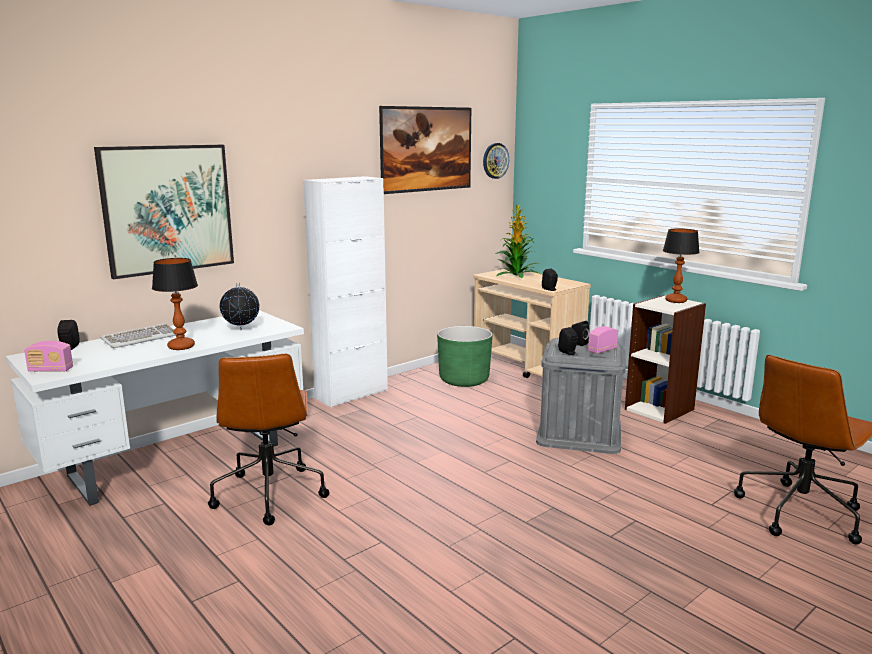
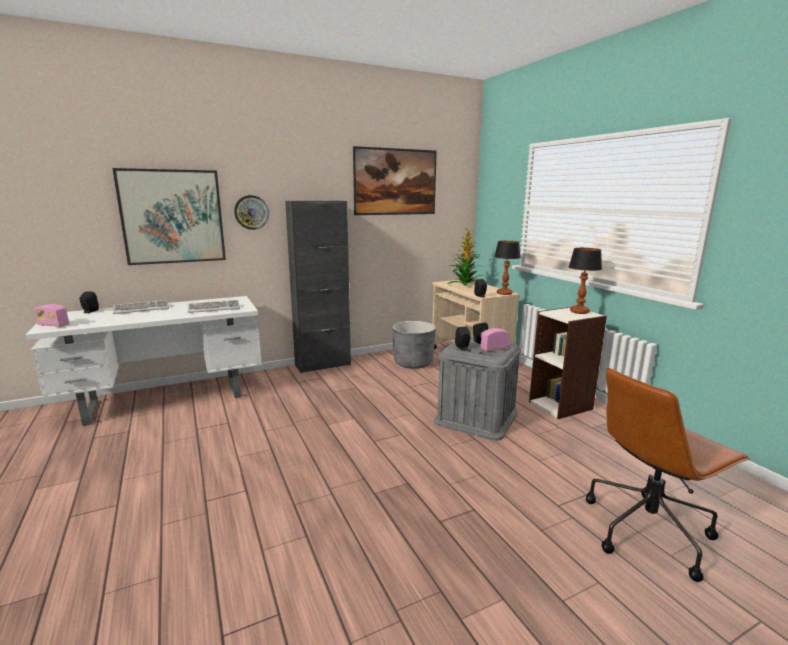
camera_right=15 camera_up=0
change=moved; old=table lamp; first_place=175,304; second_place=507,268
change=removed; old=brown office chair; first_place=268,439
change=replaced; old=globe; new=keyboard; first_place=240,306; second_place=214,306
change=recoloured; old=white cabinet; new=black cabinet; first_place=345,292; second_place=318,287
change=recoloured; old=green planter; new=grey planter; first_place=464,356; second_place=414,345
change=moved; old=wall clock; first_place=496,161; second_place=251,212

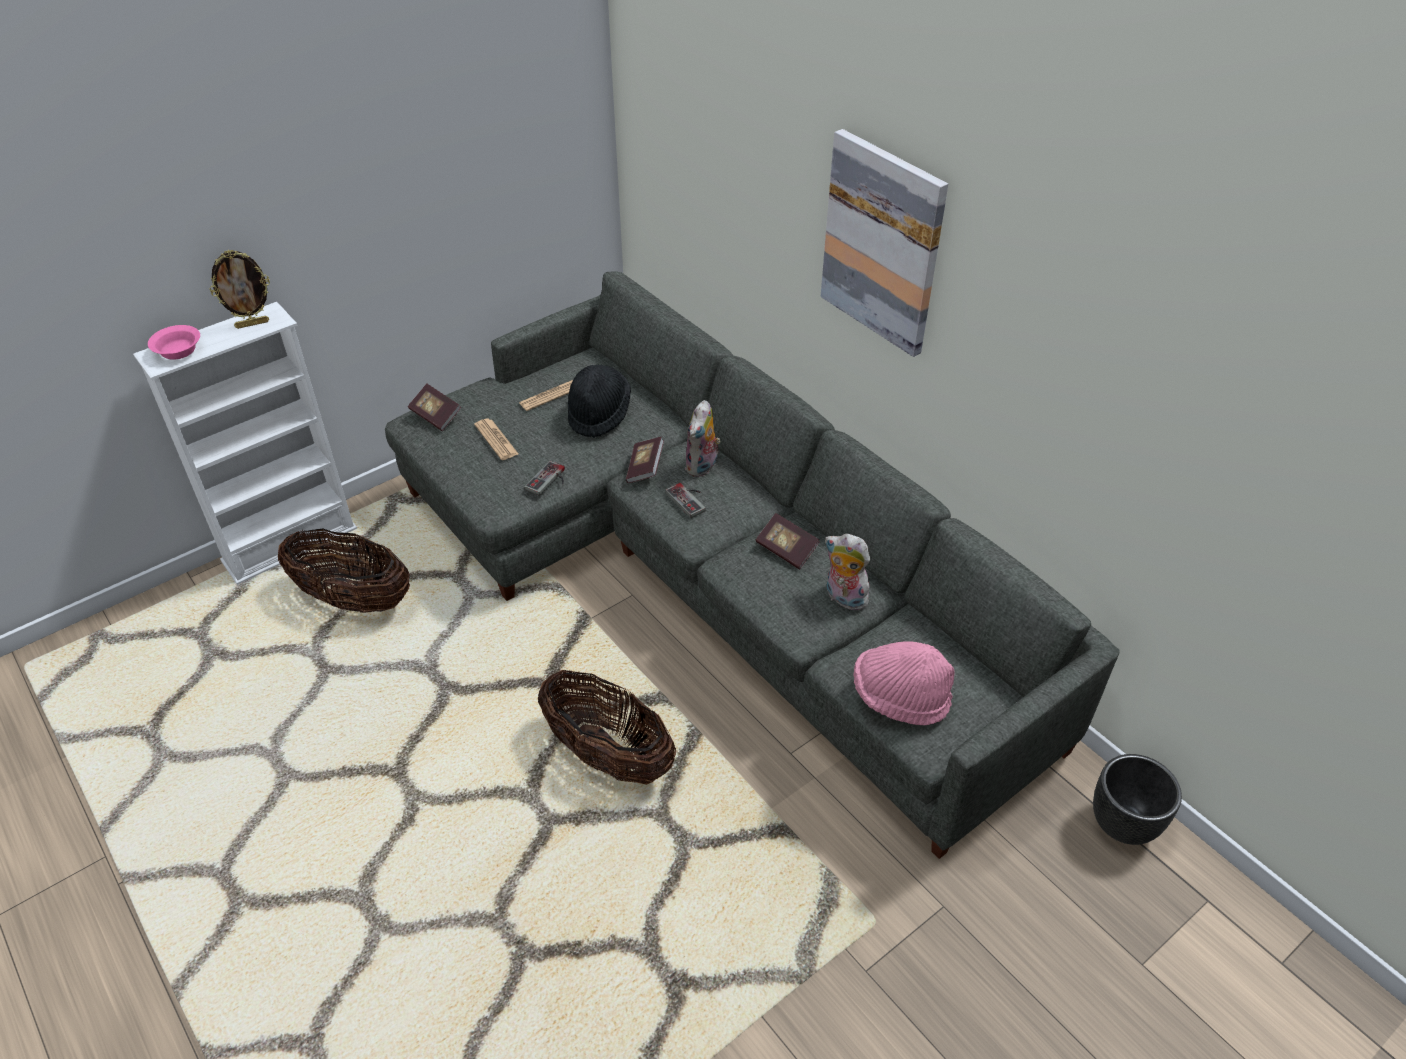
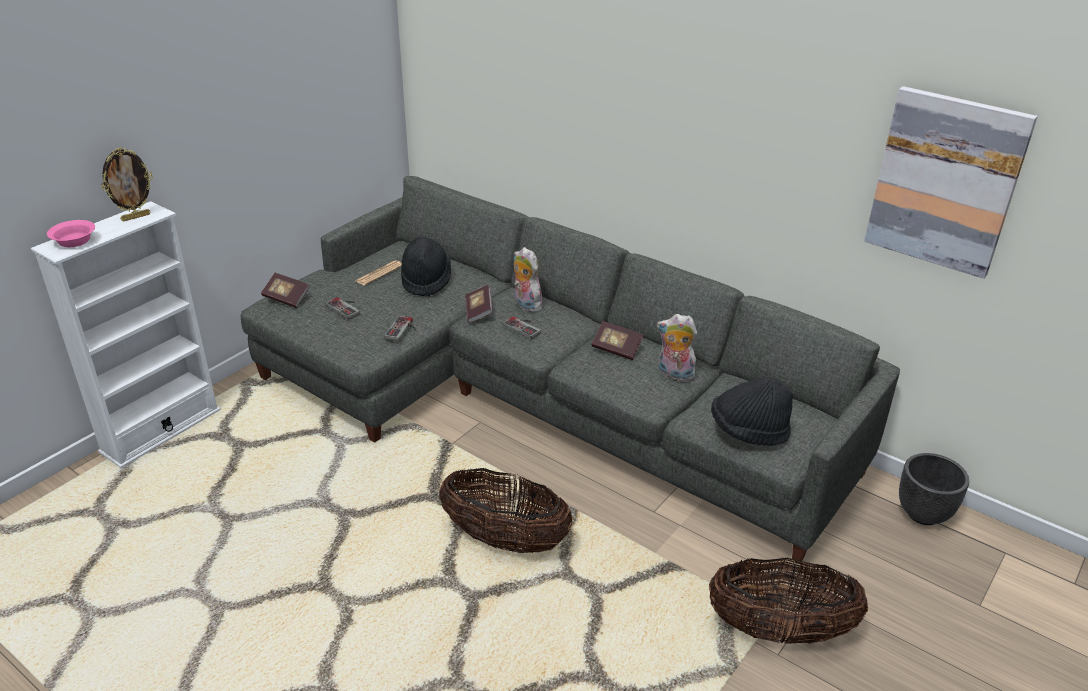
camera_right=-15 camera_up=-10
change=moved; old=basket; first_place=344,570; second_place=788,601
change=replaced; old=newspaper; new=game controller; first_place=496,439; second_place=343,308
change=turned; old=plush toy; first_place=703,438; second_place=527,280; degrees=135
change=moved; old=picture; first_place=884,243; second_place=951,182
change=recoloured; old=pink hat; new=black hat; first_place=904,683; second_place=752,411

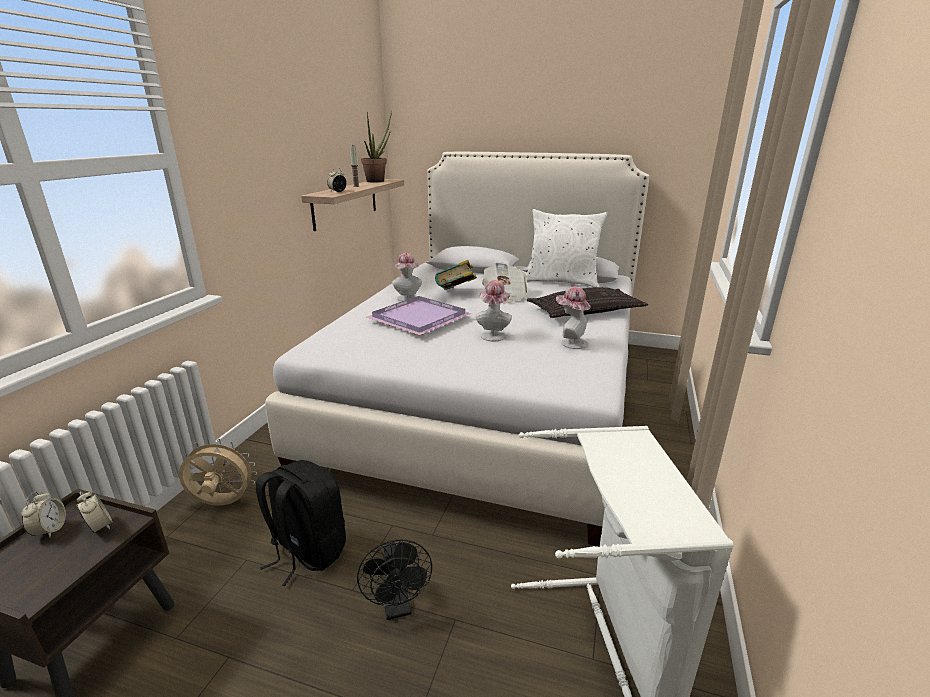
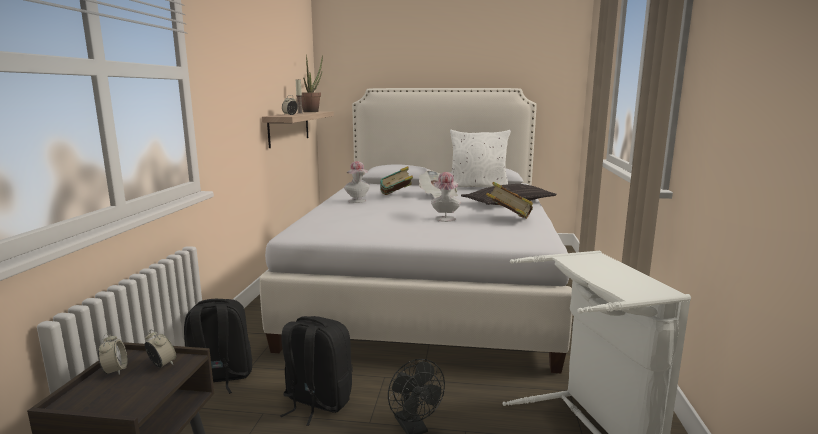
camera_right=-10 camera_up=-10
change=replaced; old=beige fan; new=black backpack; first_place=218,472; second_place=218,346
change=removed; old=purple tray; first_place=419,315
change=replaced; old=hat; new=book; first_place=573,318; second_place=509,200

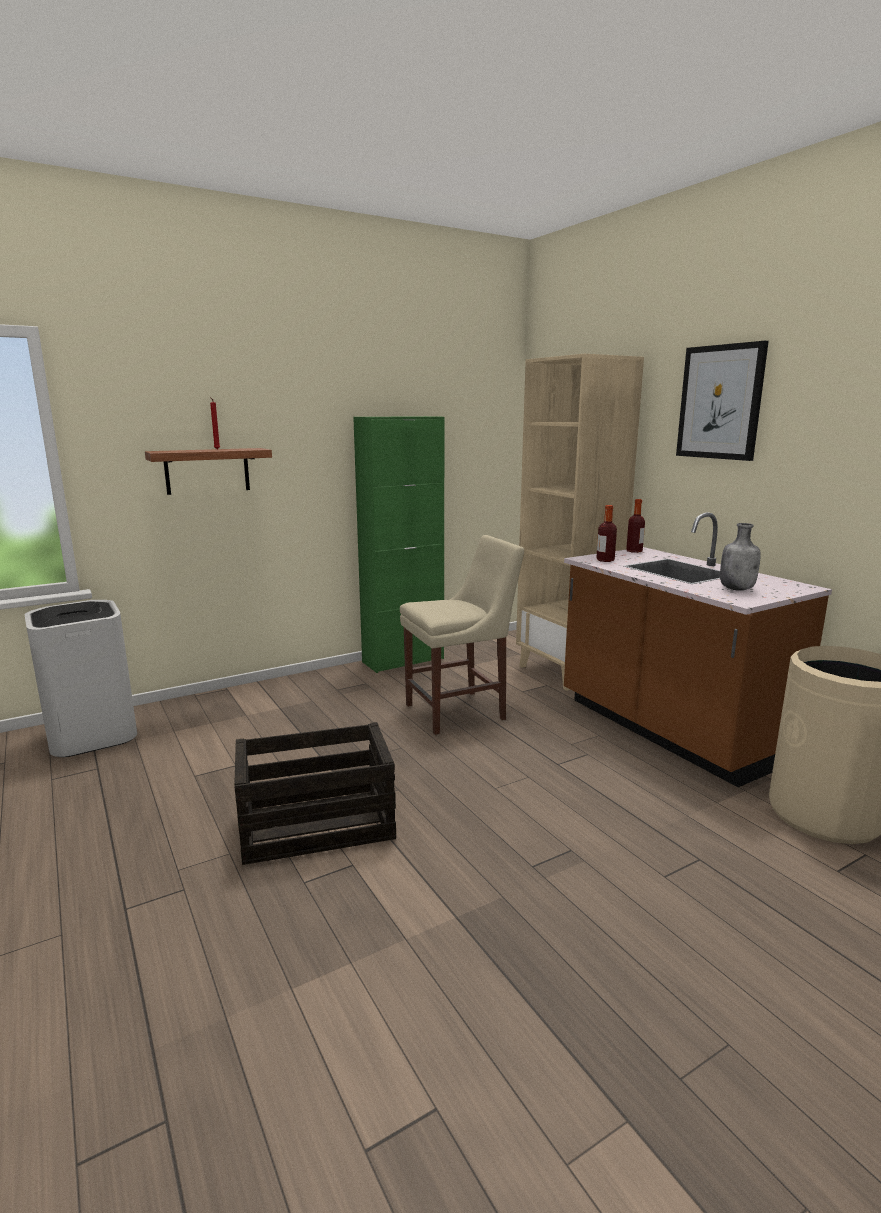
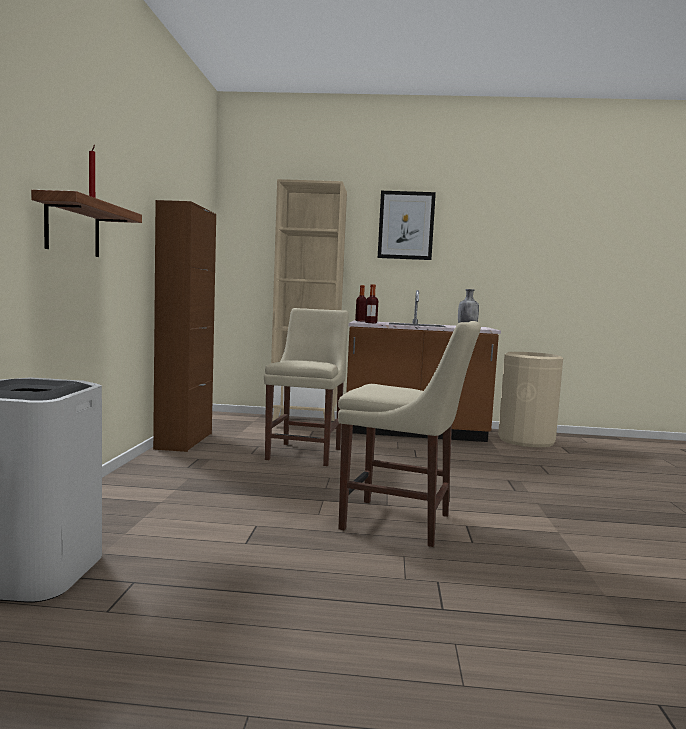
camera_right=-55 camera_up=-10
change=replaced; old=crate; new=beige chair; first_place=315,793; second_place=409,434
change=recoloured; old=green cabinet; new=brown cabinet; first_place=398,544; second_place=184,326

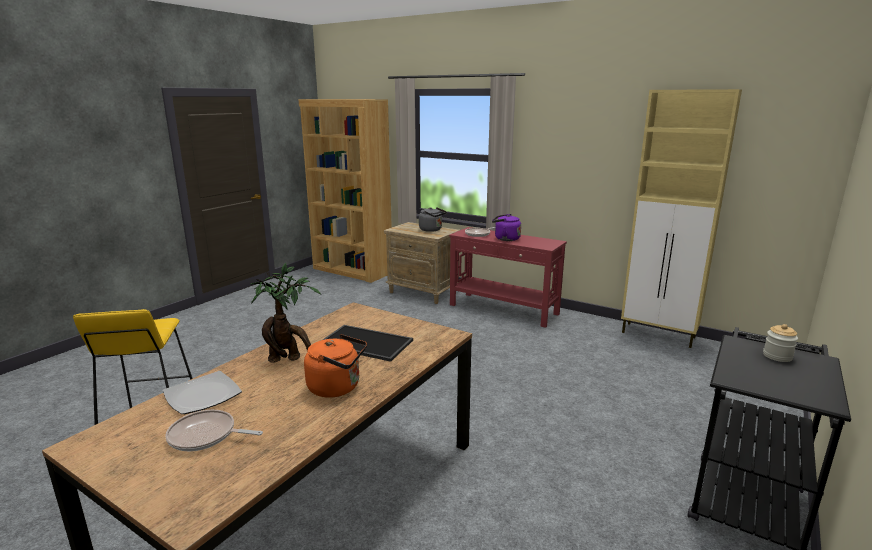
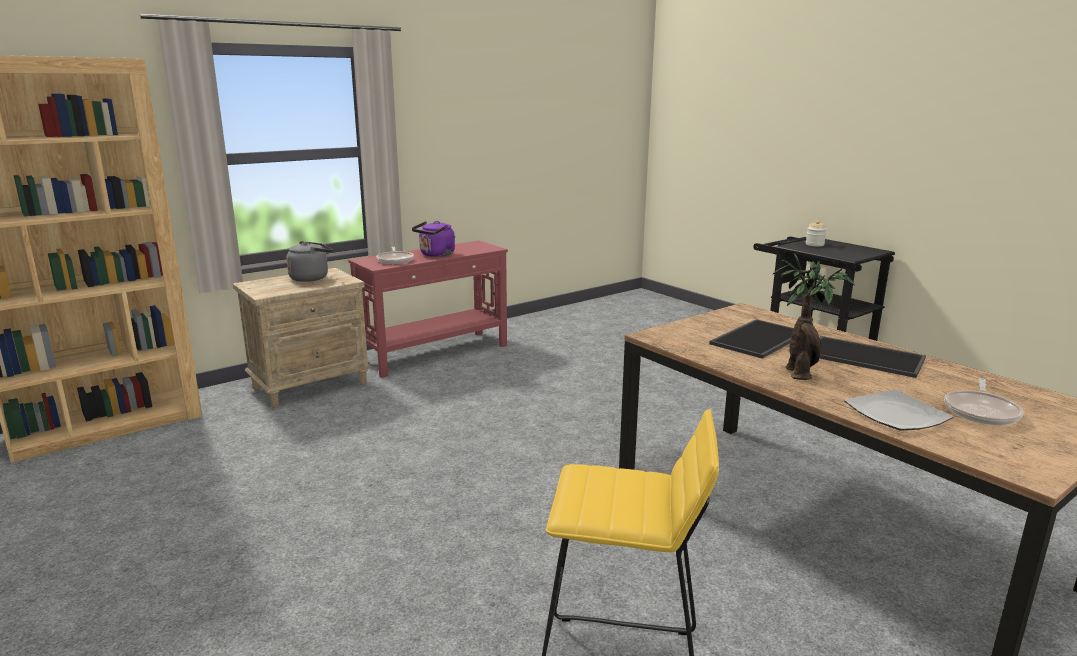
camera_right=-70 camera_up=0
change=replaced; old=orange kettle; new=tray; first_place=335,366; second_place=872,357
change=removed; old=beige cabinet; first_place=681,218

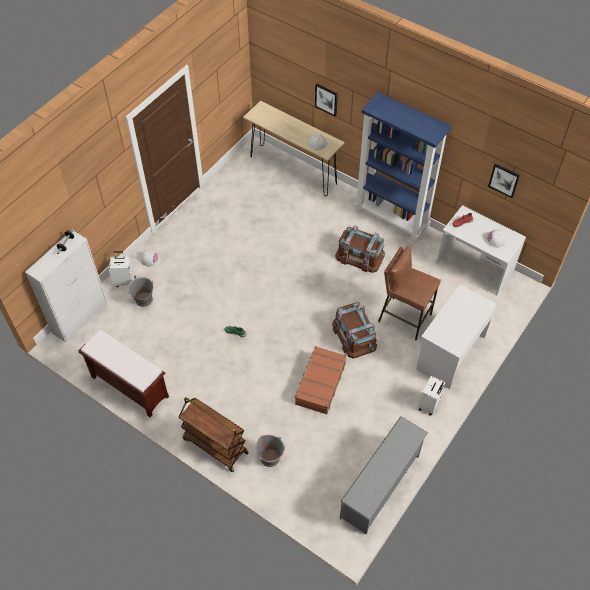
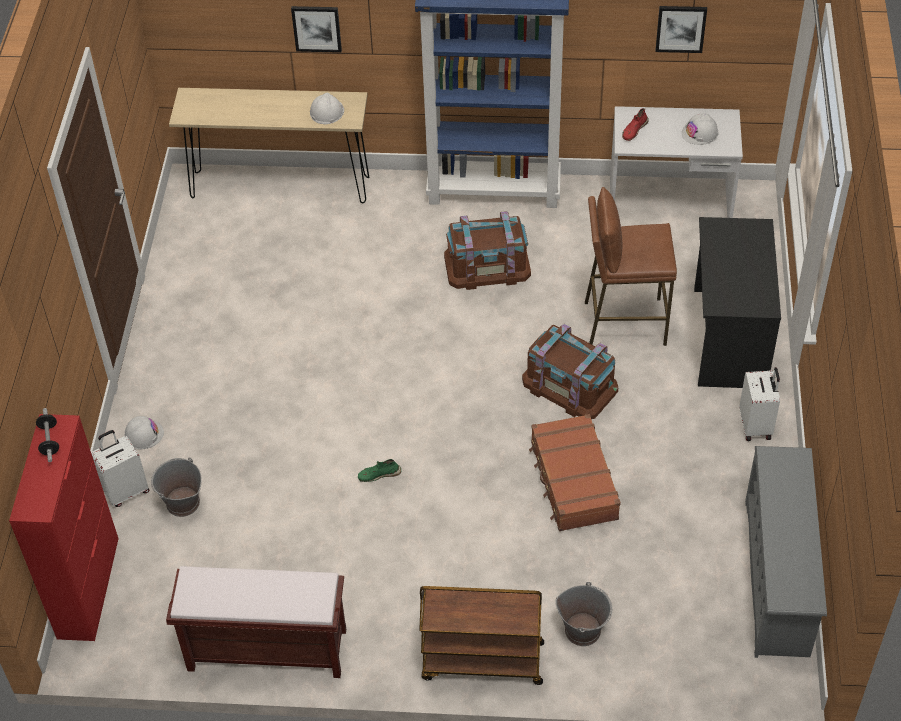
camera_right=-30 camera_up=-5
change=recoloured; old=white cabinet; new=red cabinet; first_place=66,286; second_place=63,527
change=recoloured; old=white desk; new=black desk; first_place=456,336; second_place=737,302

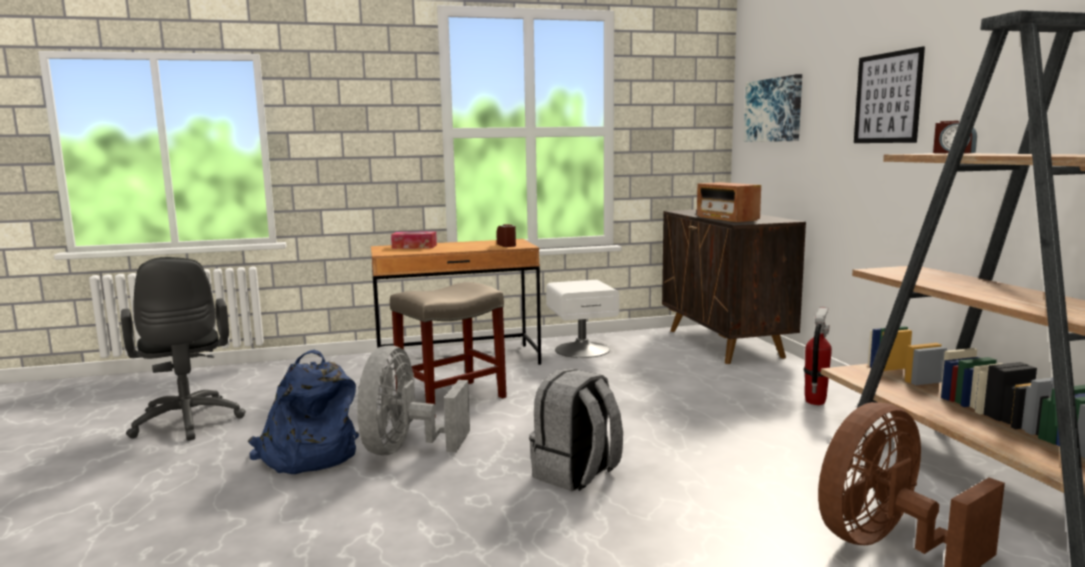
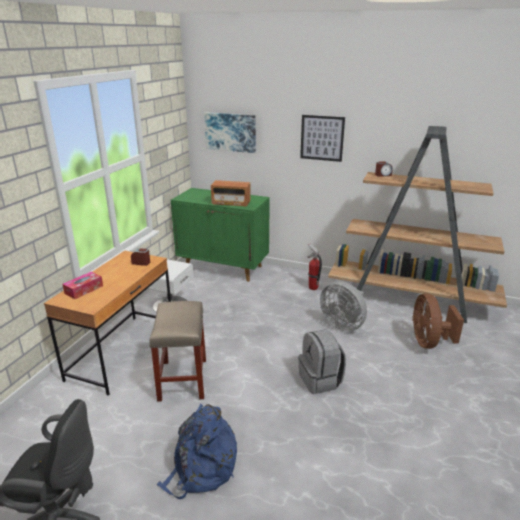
camera_right=-55 camera_up=15
change=moved; old=grey fan; first_place=413,400; second_place=343,306
change=recoloured; old=brown cabinet; new=green cabinet; first_place=734,287; second_place=220,235

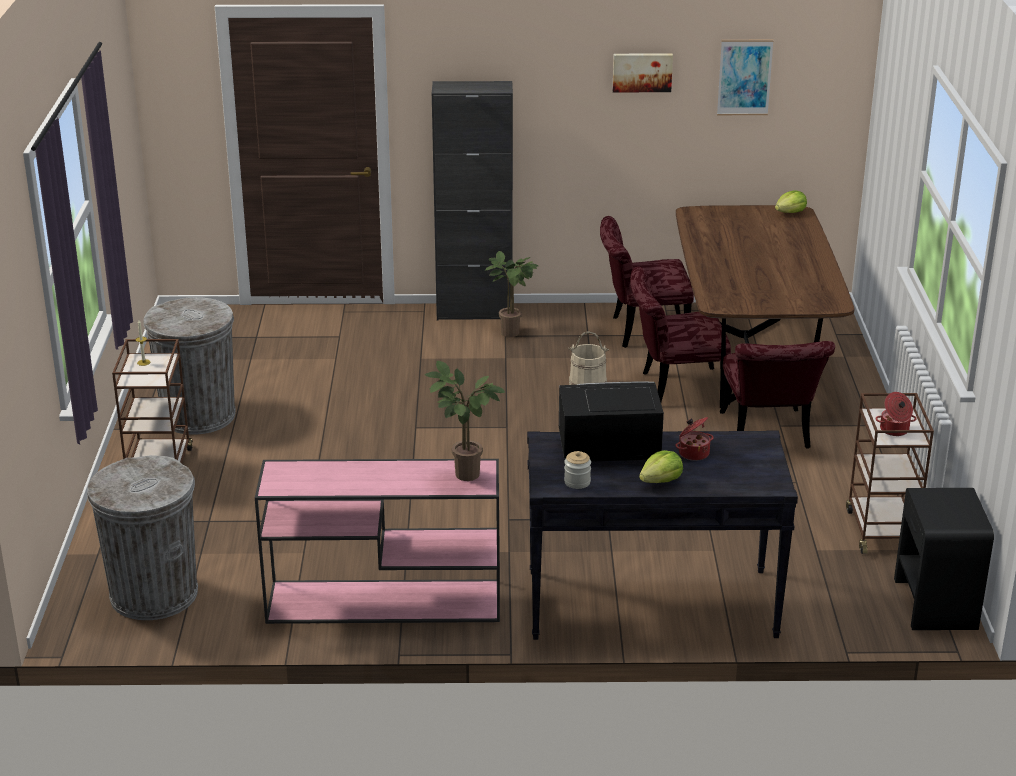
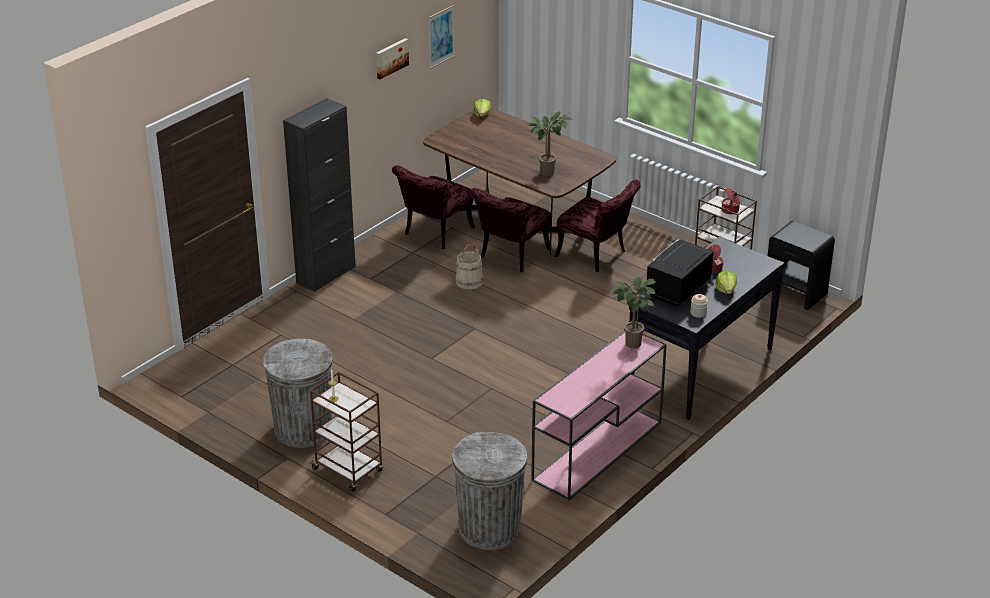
camera_right=-50 camera_up=5
change=moved; old=potted plant; first_place=511,294; second_place=550,143

